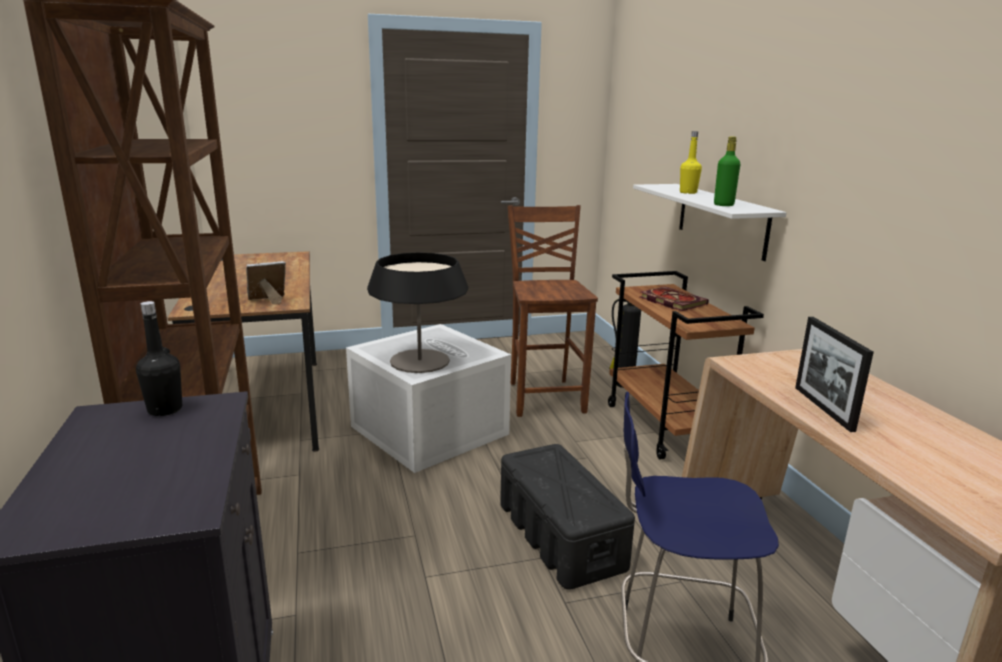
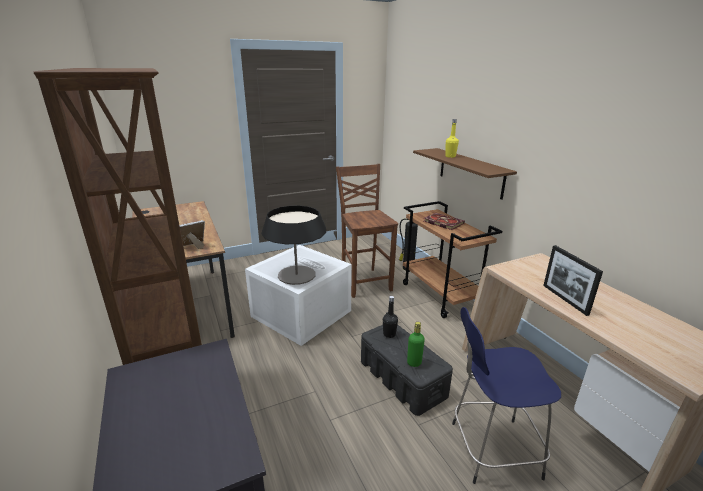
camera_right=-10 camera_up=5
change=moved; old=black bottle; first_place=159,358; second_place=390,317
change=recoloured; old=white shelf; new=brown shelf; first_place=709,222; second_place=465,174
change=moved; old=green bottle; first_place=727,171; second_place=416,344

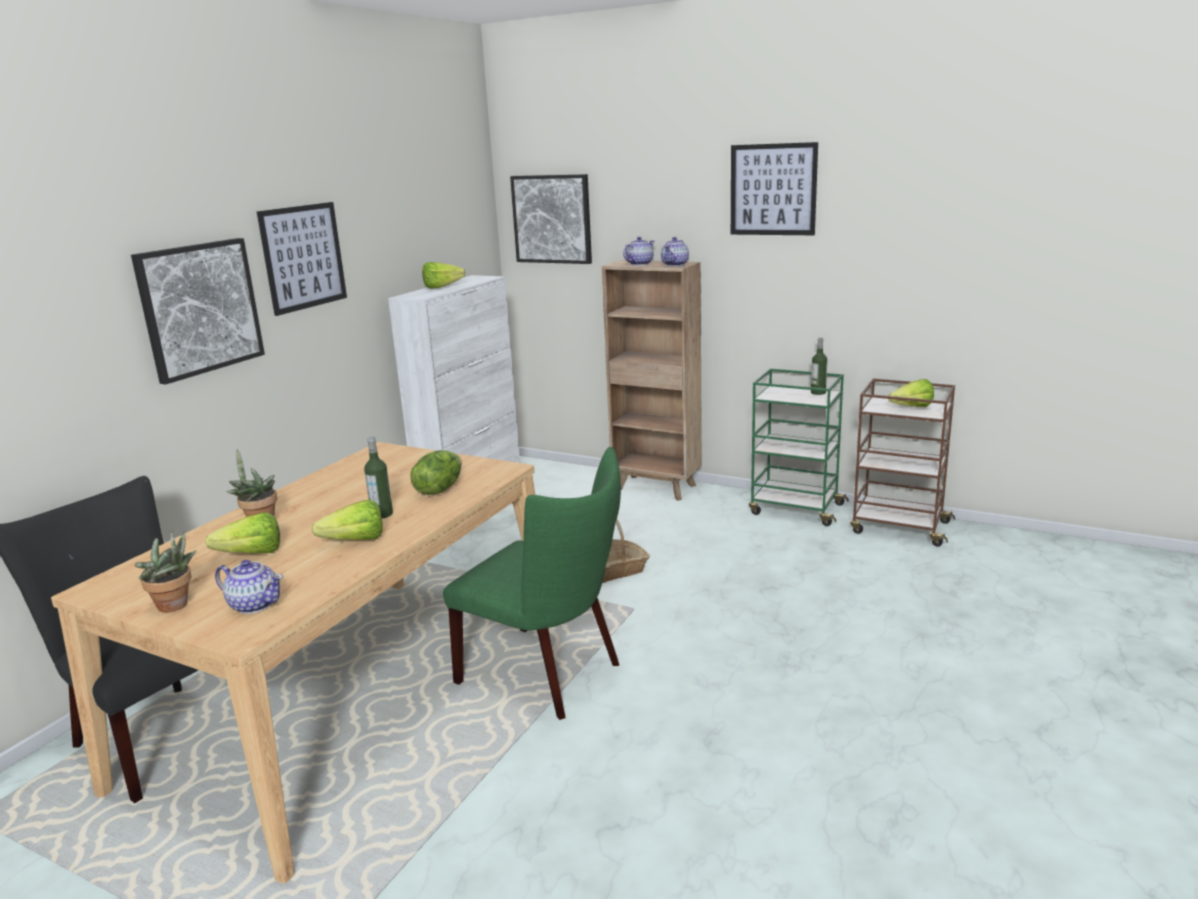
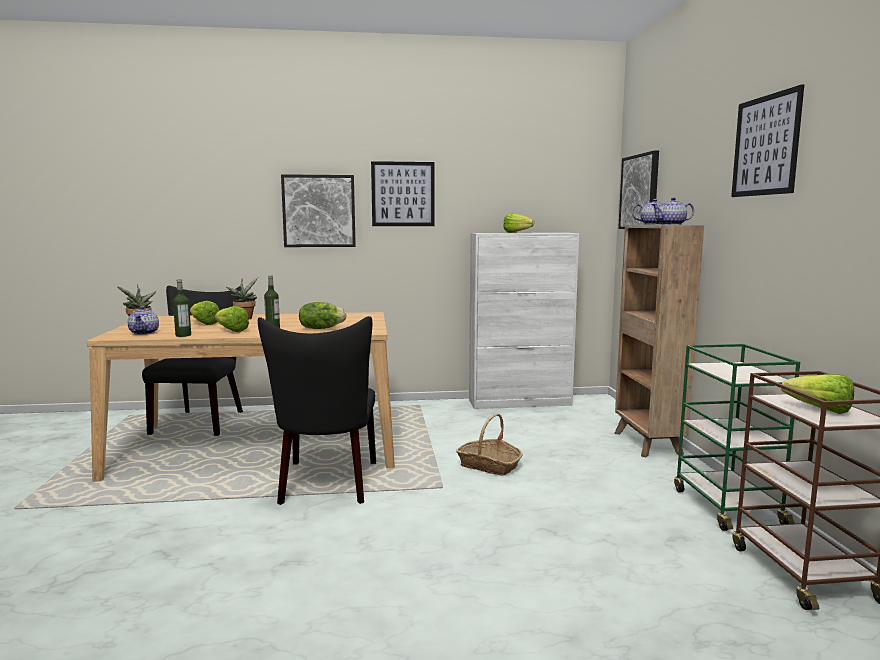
camera_right=55 camera_up=-10
change=recoloured; old=green chair; new=black chair; first_place=532,583; second_place=317,410
change=moved; old=bottle; first_place=819,366; second_place=182,308

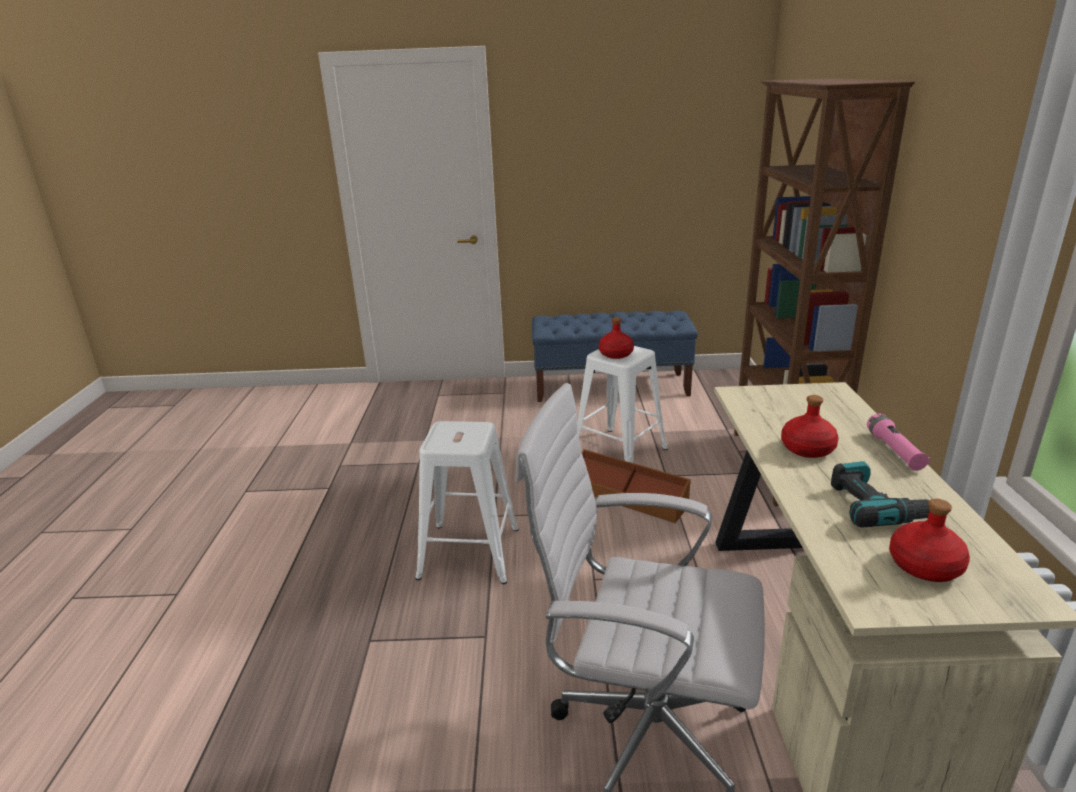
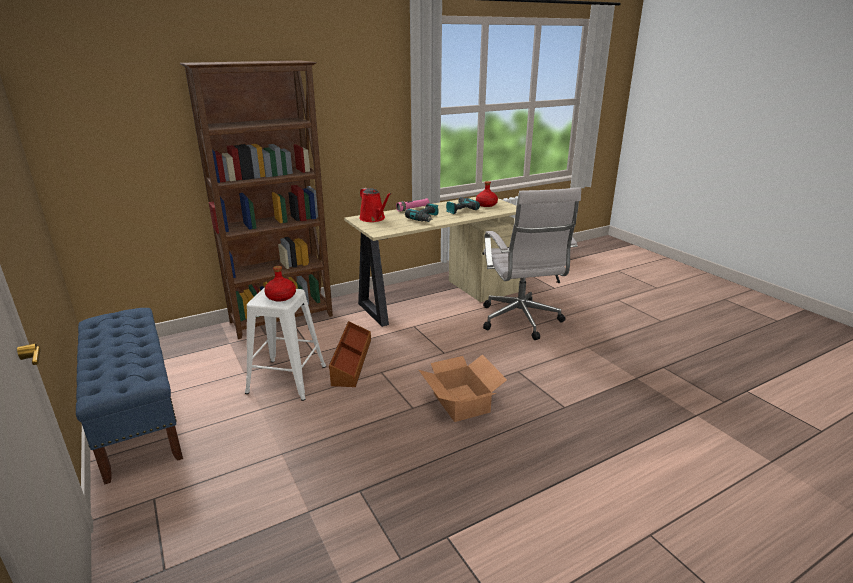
camera_right=-120 camera_up=0
change=replaced; old=white stool; new=cardboard box; first_place=467,502; second_place=463,388
change=replaced; old=red bottle; new=power drill; first_place=810,426; second_place=422,212
change=added; new=red watering can; second_place=375,205

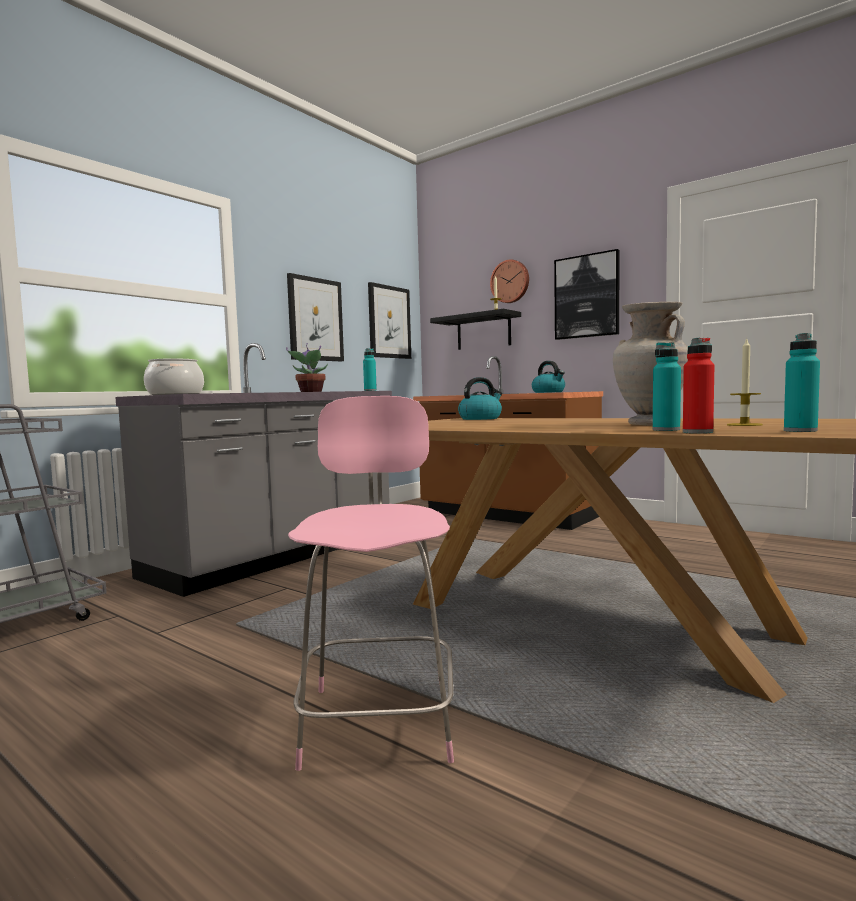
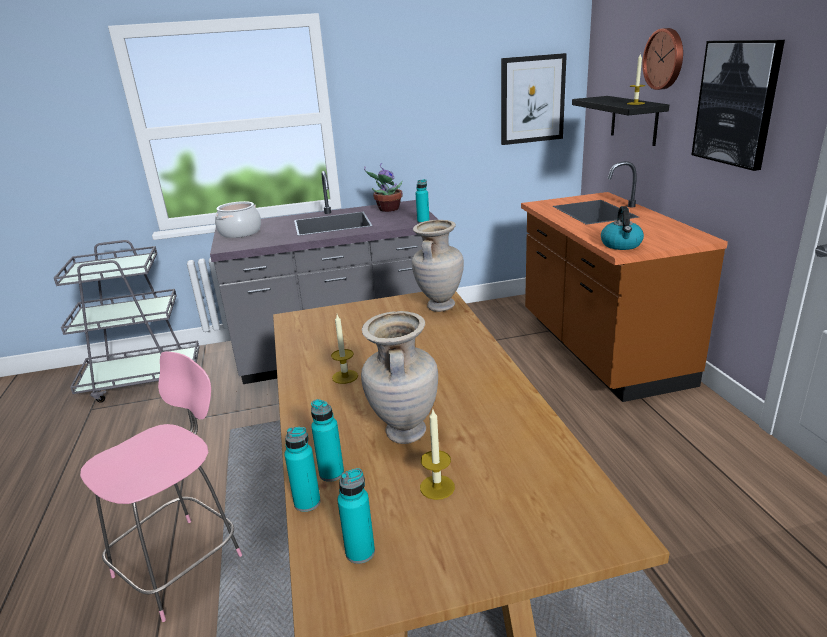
camera_right=40 camera_up=20
change=removed; old=picture; first_place=315,317
change=replaced; old=kettle; new=beige vase; first_place=480,398; second_place=438,266
change=recoloured; old=red bottle; new=turquoise bottle; first_place=698,386; second_place=302,469
change=added; new=candle; second_place=344,349

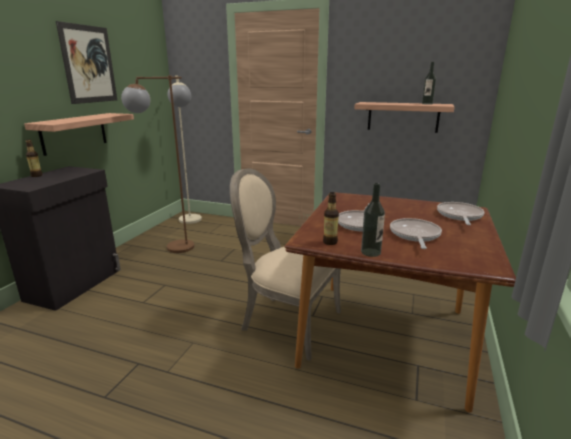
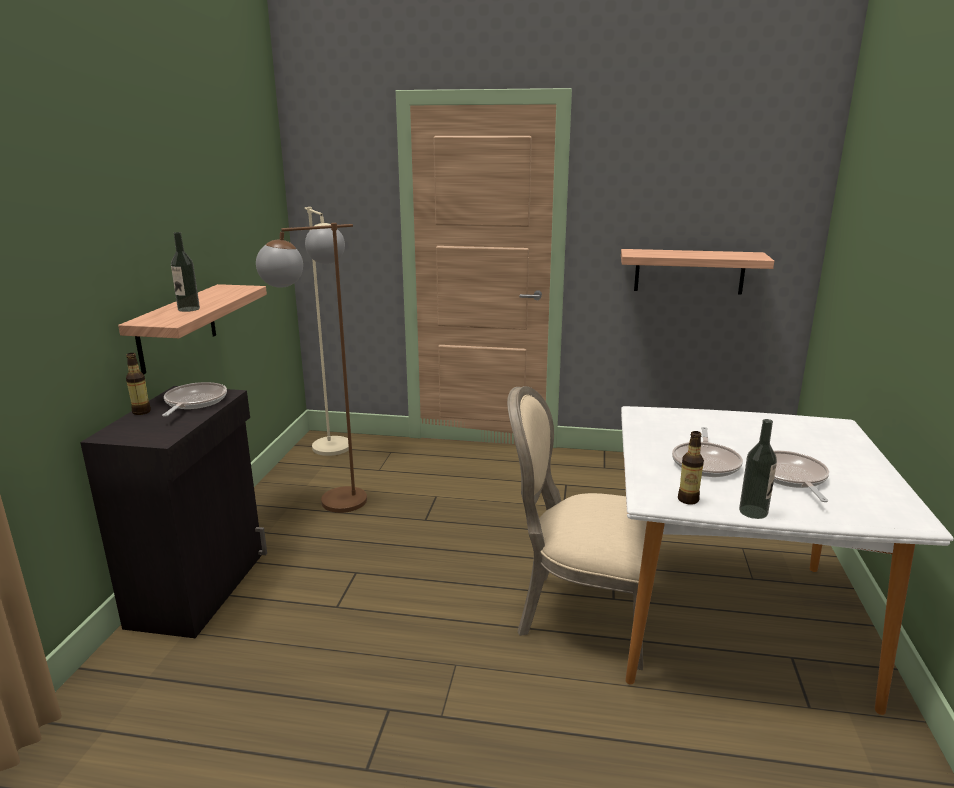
camera_right=-10 camera_up=0
change=removed; old=picture; first_place=86,62
change=recoloured; old=brown dining table; new=white dining table; first_place=400,302; second_place=787,560
change=moved; old=bottle; first_place=429,83; second_place=185,272
change=moved; old=frying pan; first_place=461,213; second_place=194,399

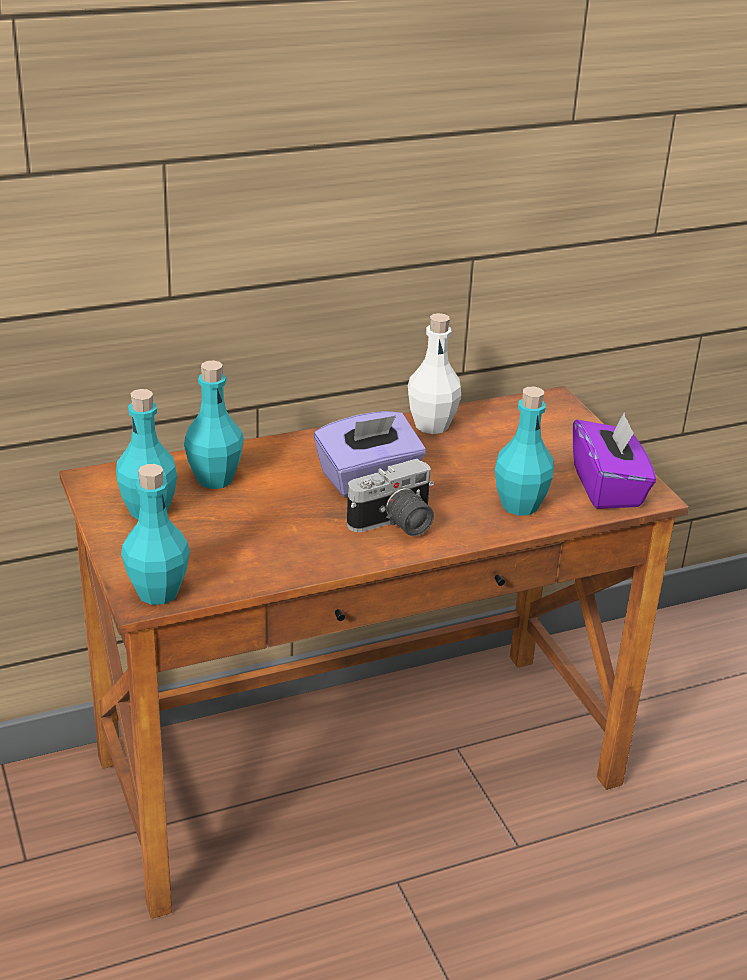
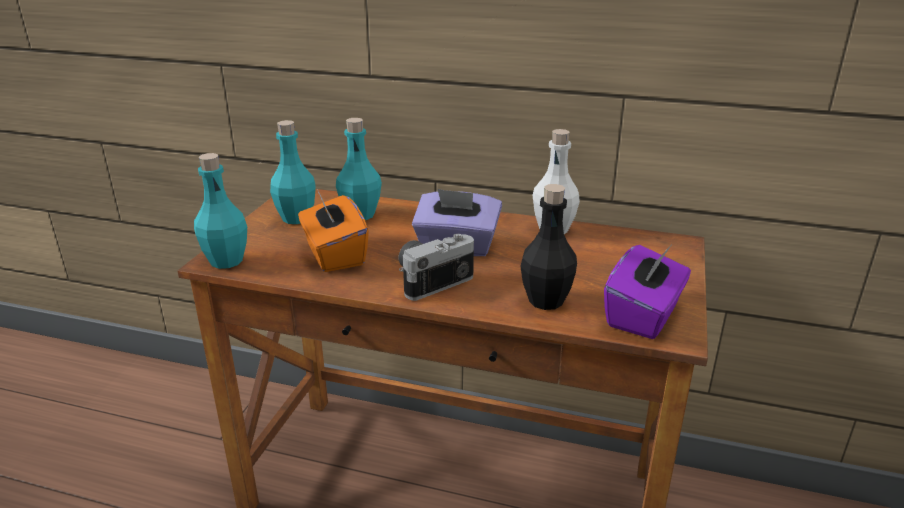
camera_right=40 camera_up=-5
change=turned; old=photo camera; first_place=390,497; second_place=436,267; degrees=135
change=recoloured; old=turquoise bottle; new=black bottle; first_place=524,451; second_place=548,247
change=added; new=orange tissue box; second_place=333,230

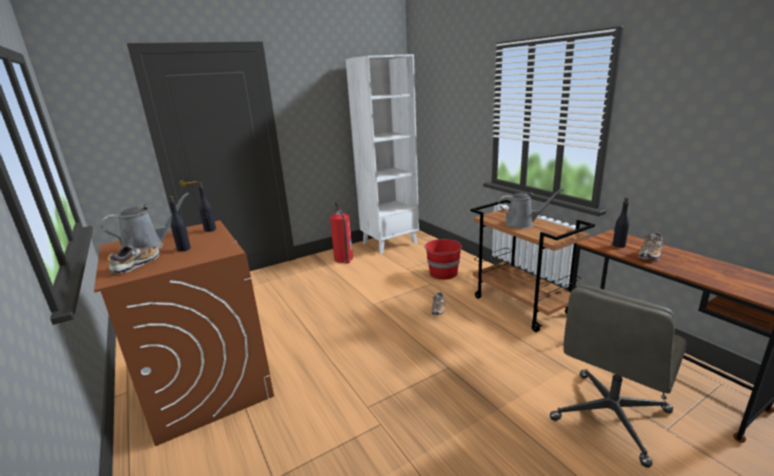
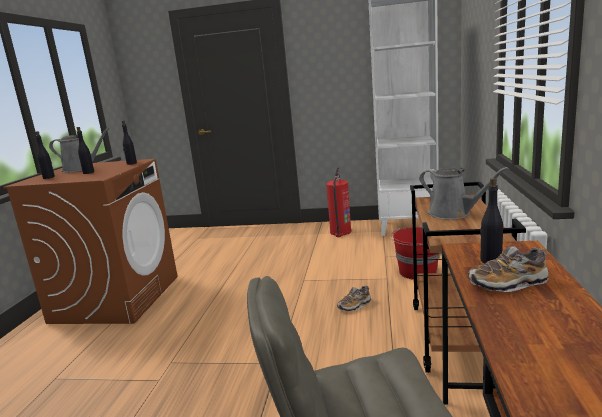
camera_right=40 camera_up=-5
change=replaced; old=shoe; new=black bottle; first_place=133,259; second_place=45,155

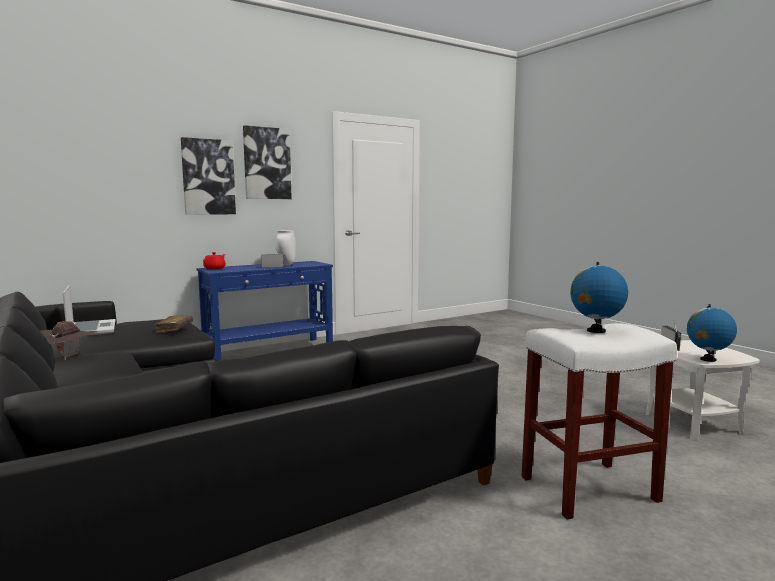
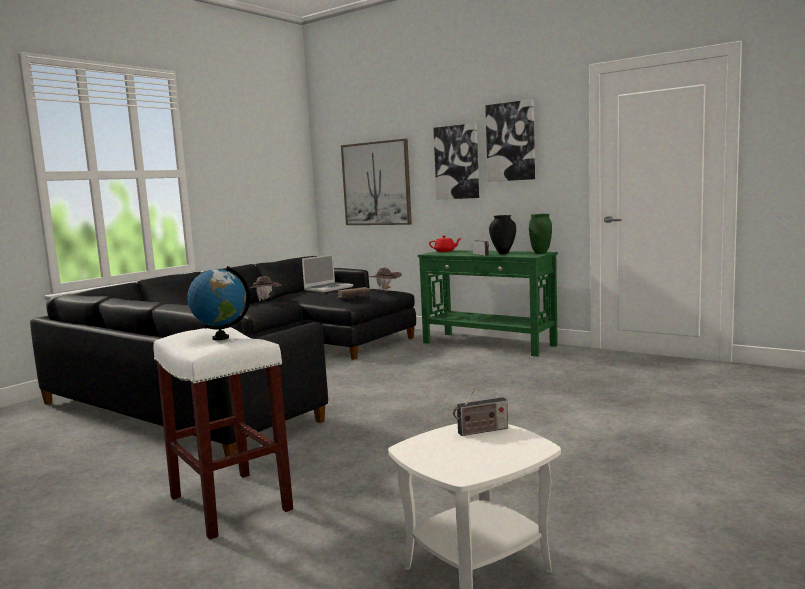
camera_right=70 camera_up=0
change=recoloured; old=blue console table; new=green console table; first_place=265,311; second_place=488,303
change=recoloured; old=white vase; new=black vase; first_place=285,248; second_place=502,234
change=removed; old=globe; first_place=712,333
change=added; new=picture; second_place=376,182
change=added; new=brown hat; second_place=384,278
change=added; new=green vase; second_place=540,234

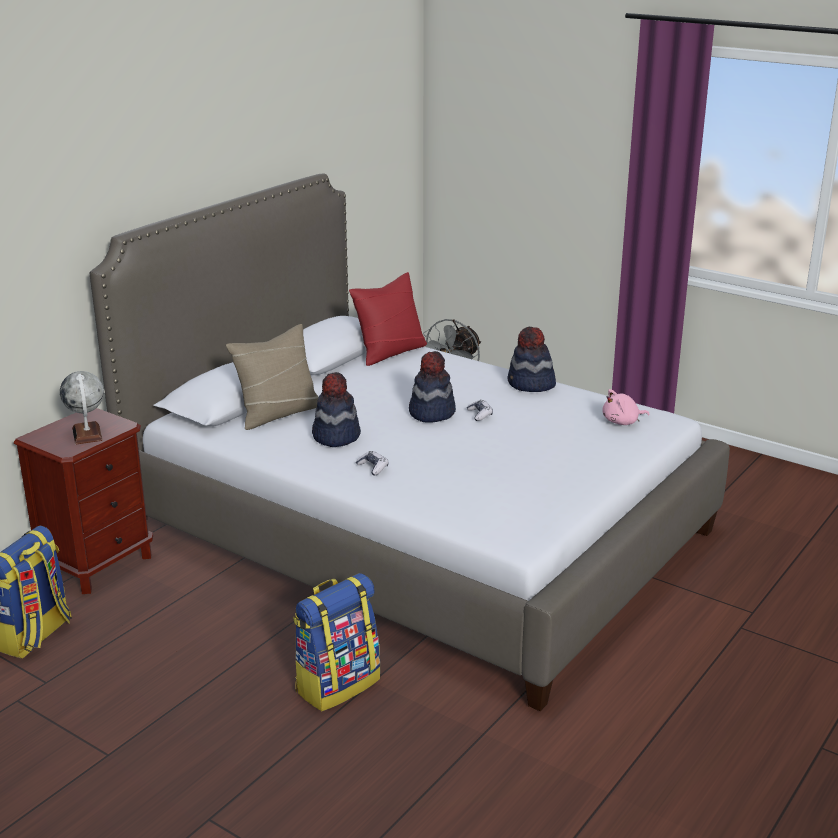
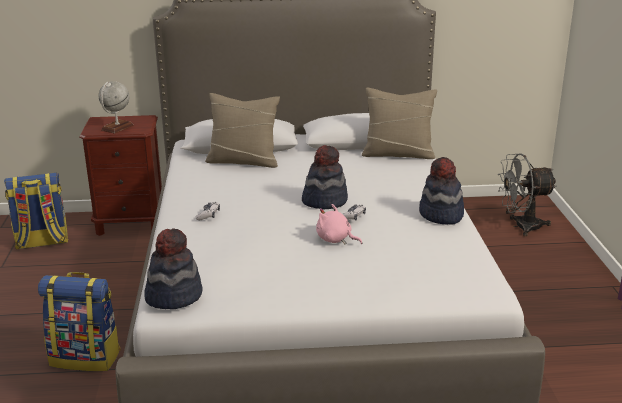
camera_right=50 camera_up=0
change=moved; old=hat; first_place=336,409; second_place=173,268
change=recoloured; old=red pillow; new=beige pillow; first_place=388,319; second_place=399,123
change=moved; old=pink plush toy; first_place=626,407; second_place=339,224

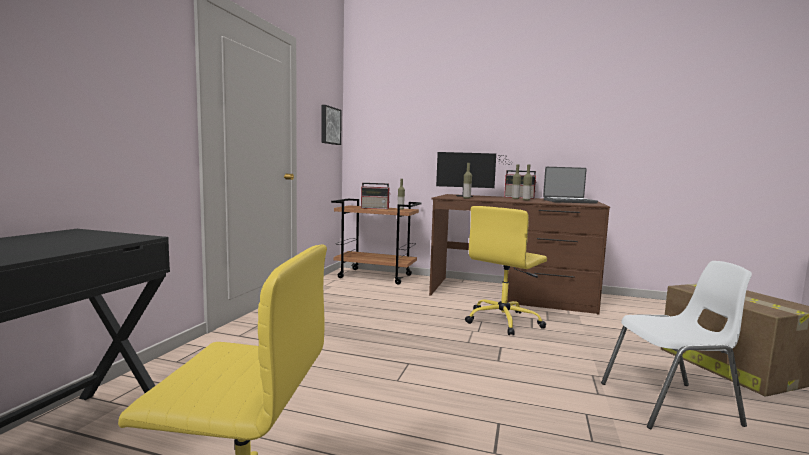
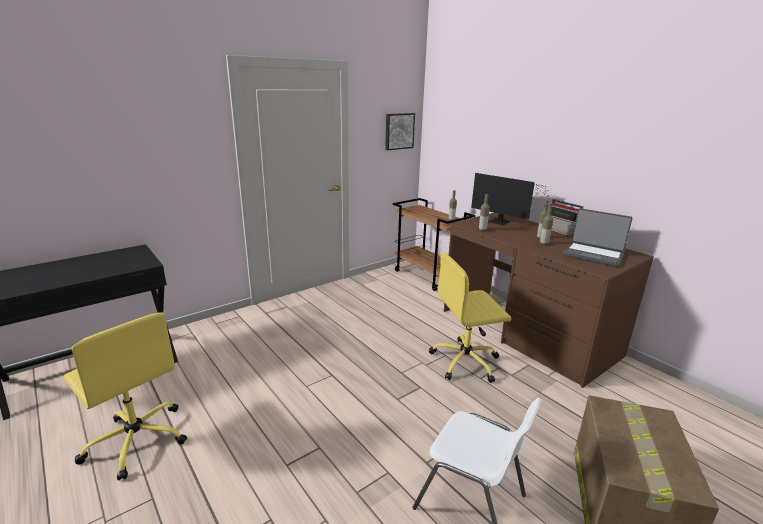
camera_right=35 camera_up=15
change=removed; old=radio; first_place=375,196

